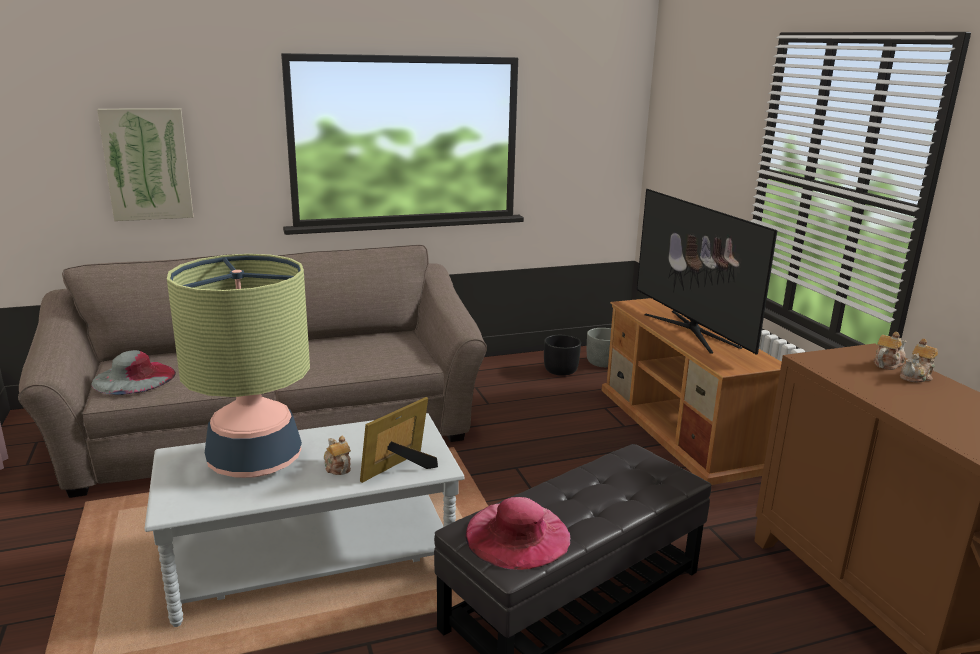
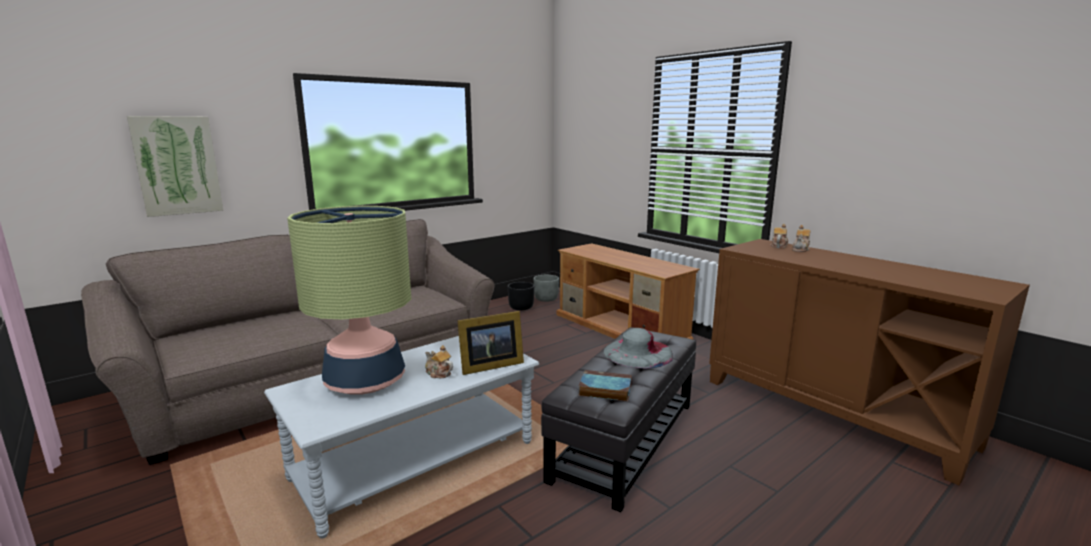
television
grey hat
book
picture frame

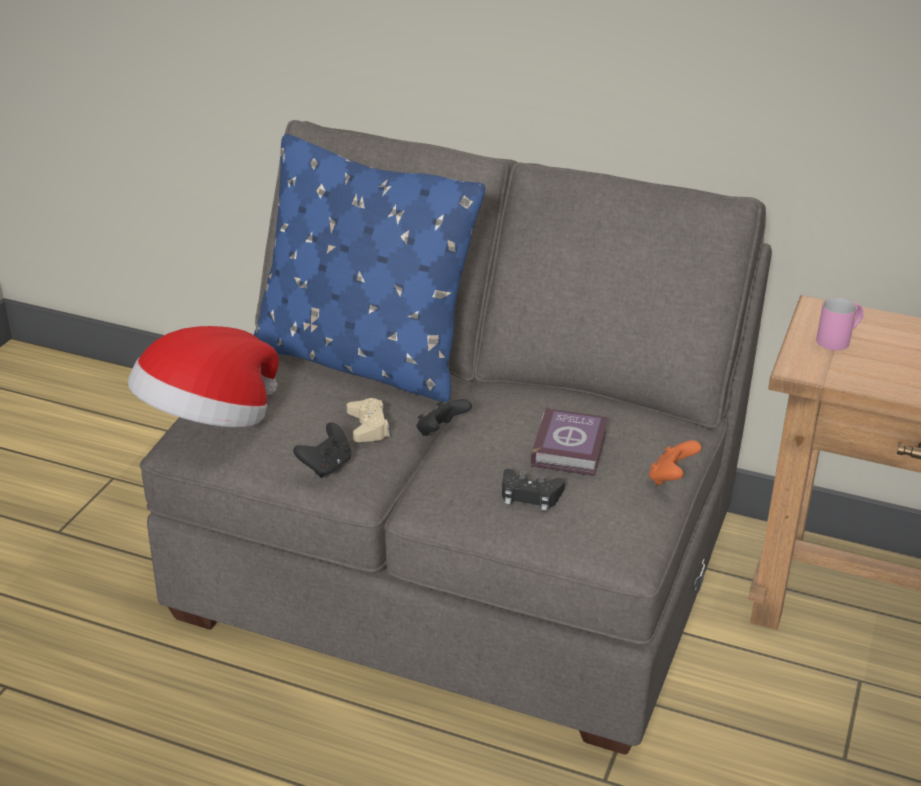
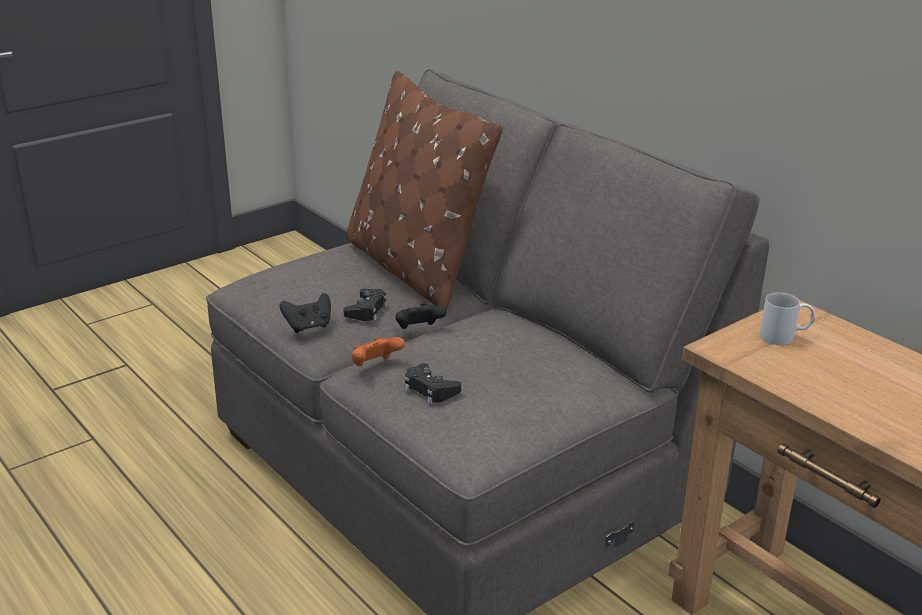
hat
book
orange game controller
brown pillow
black game controller (2nd from left)
white mug

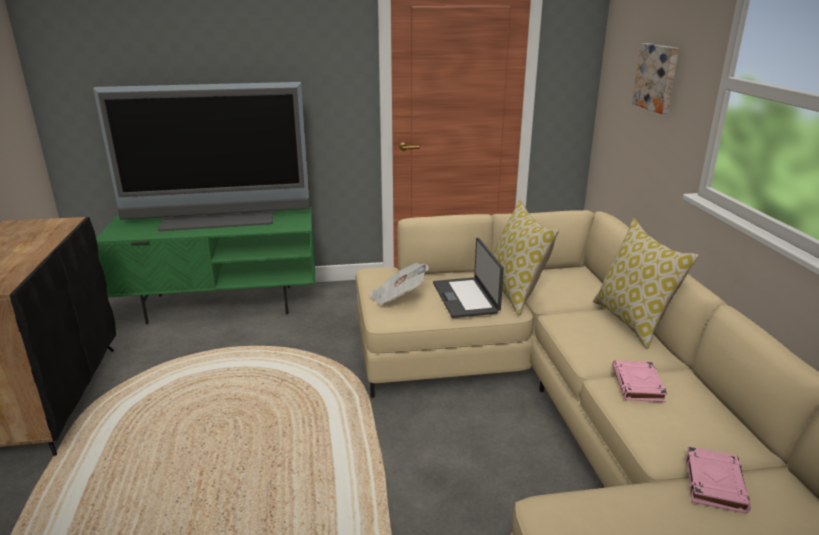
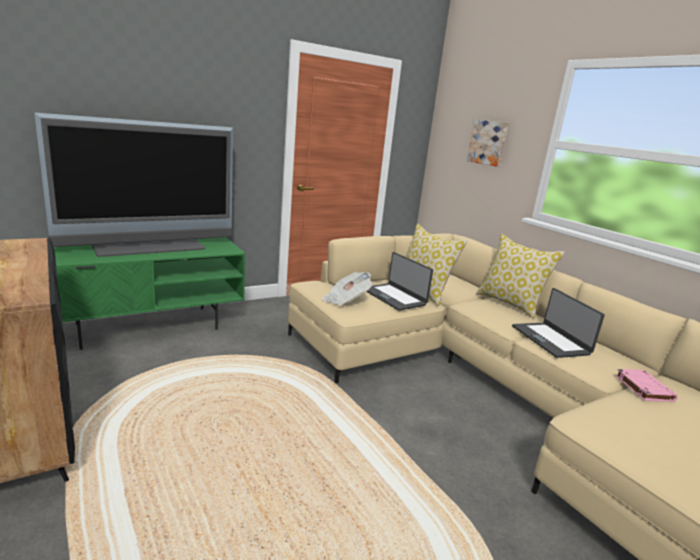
laptop (2nd from left)

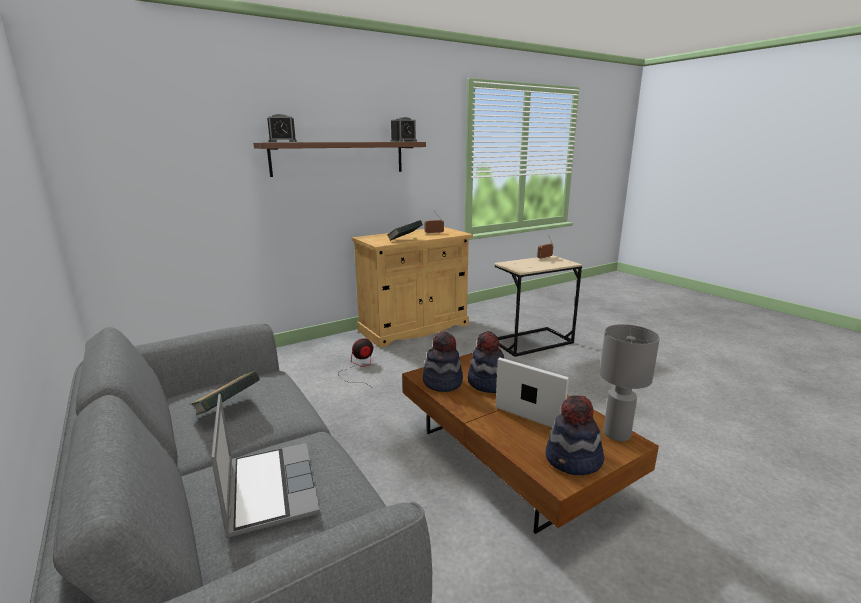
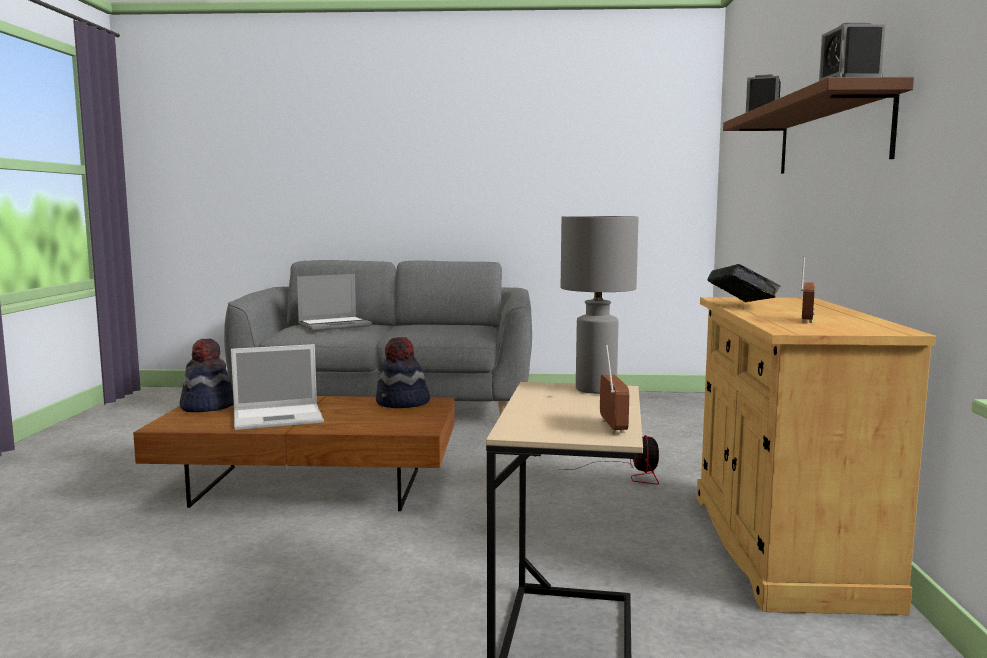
book (1st from left in the first image)
hat (2nd from left in the first image)
grey table lamp
laptop (2nd from left)

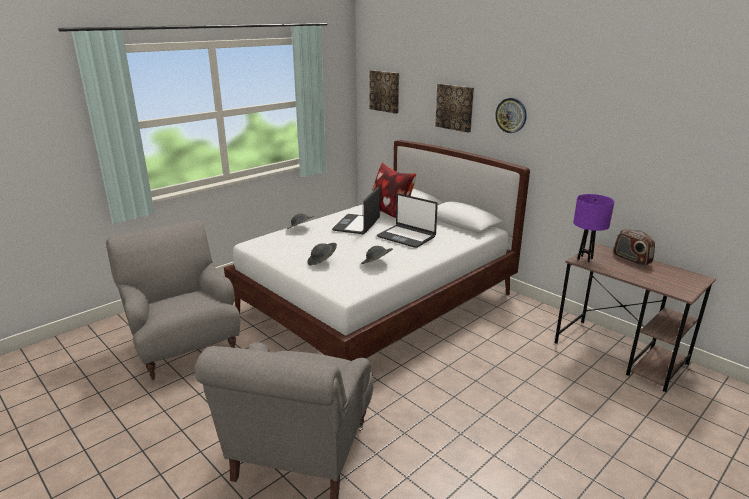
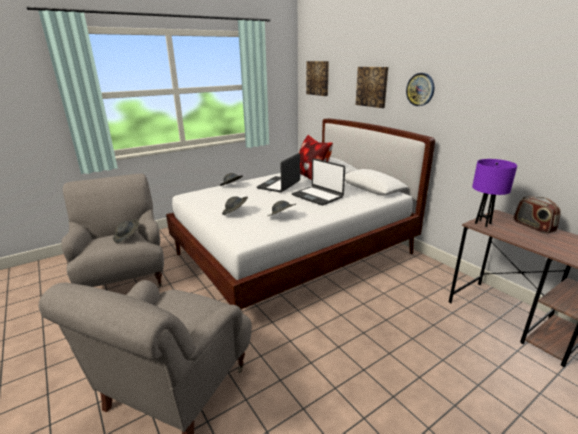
grey hat (1st from left)

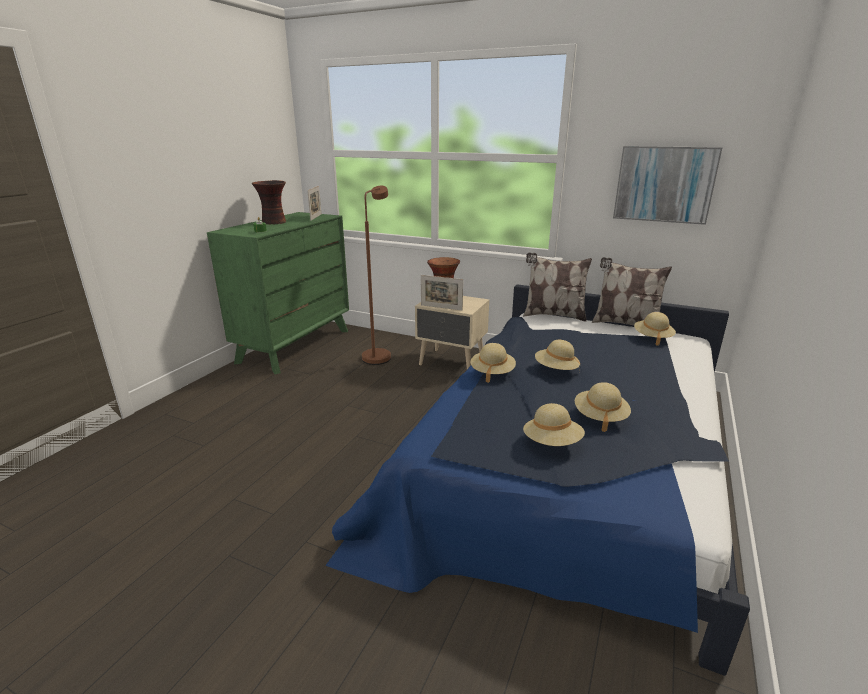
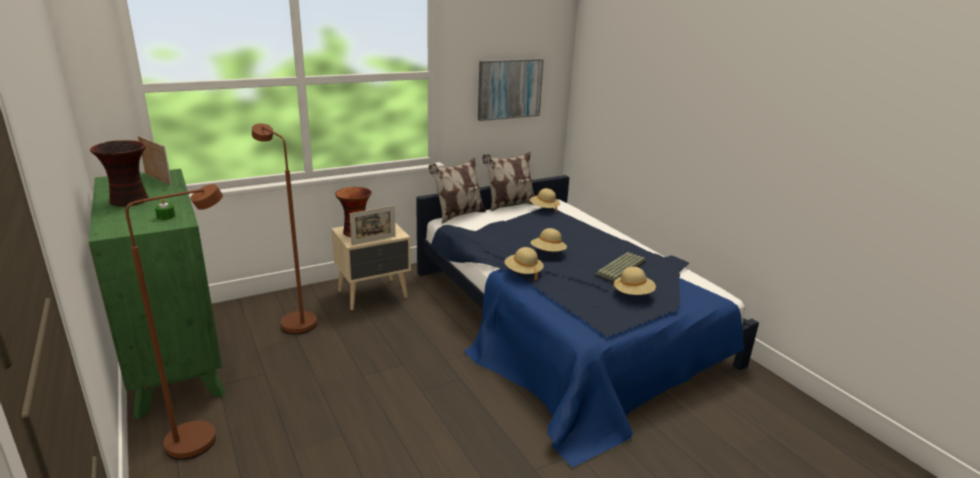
brown floor lamp (1st from left)
keyboard

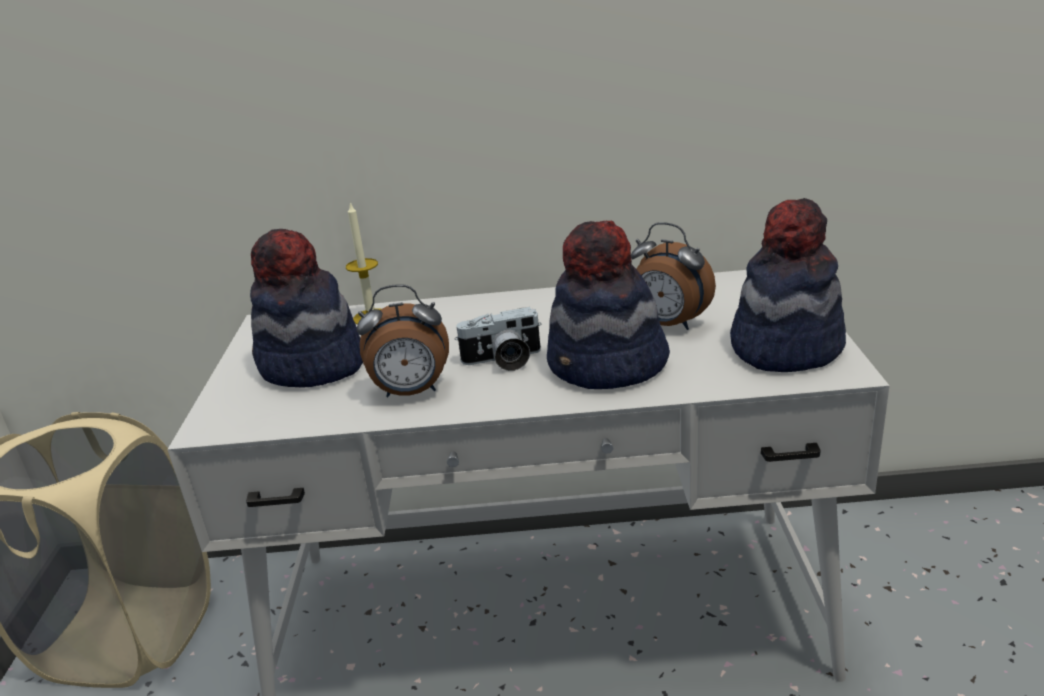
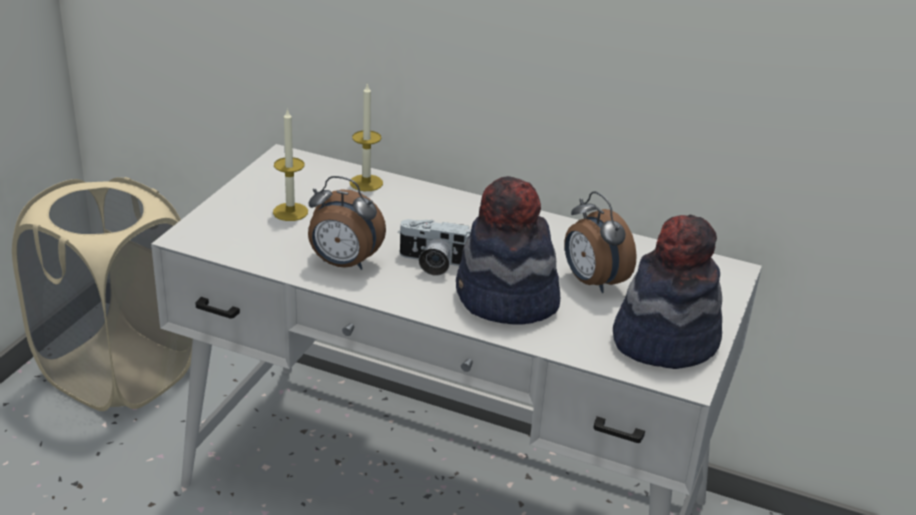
candle (1st from left)

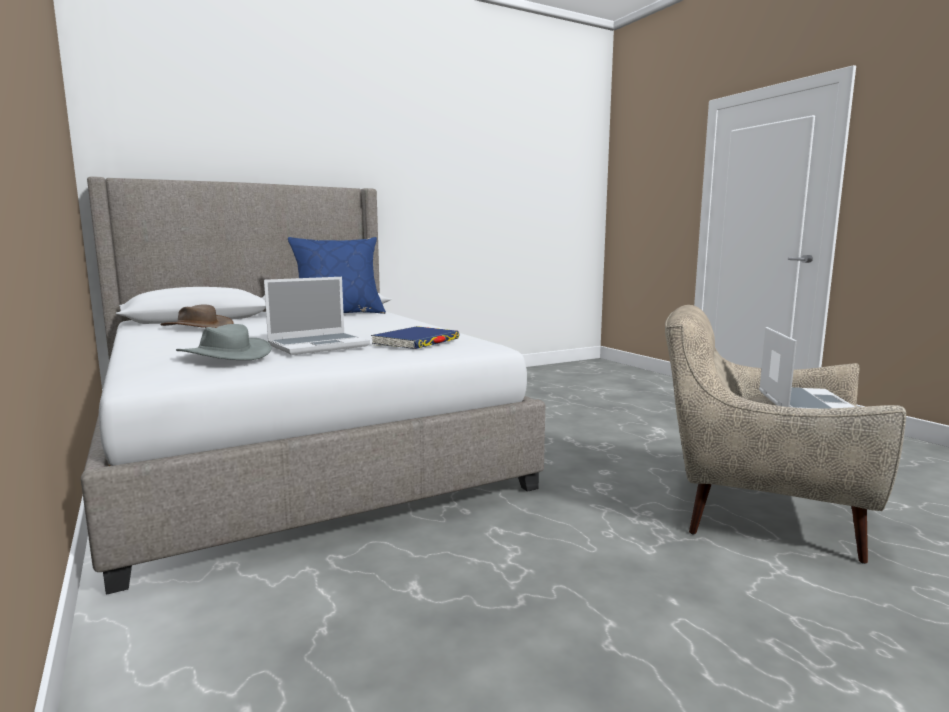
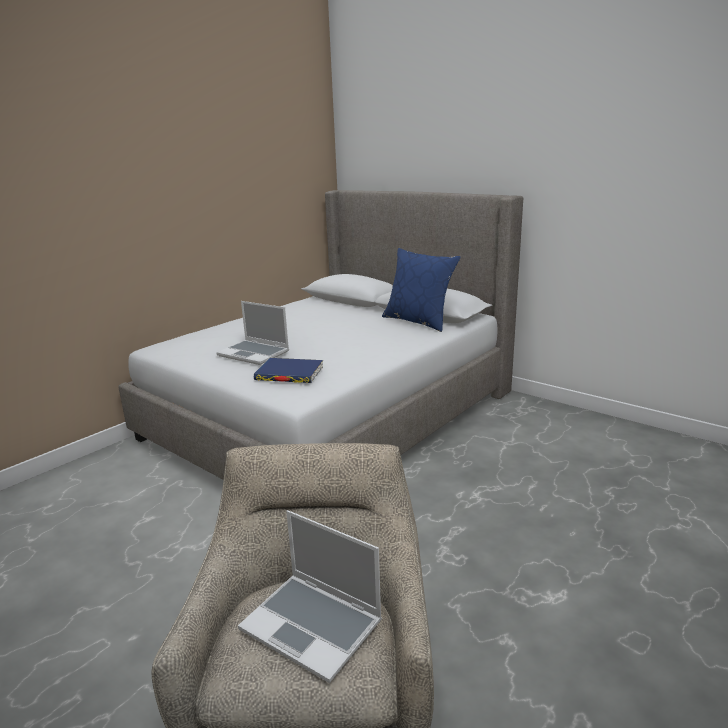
brown hat
grey hat
laptop (2nd from left)

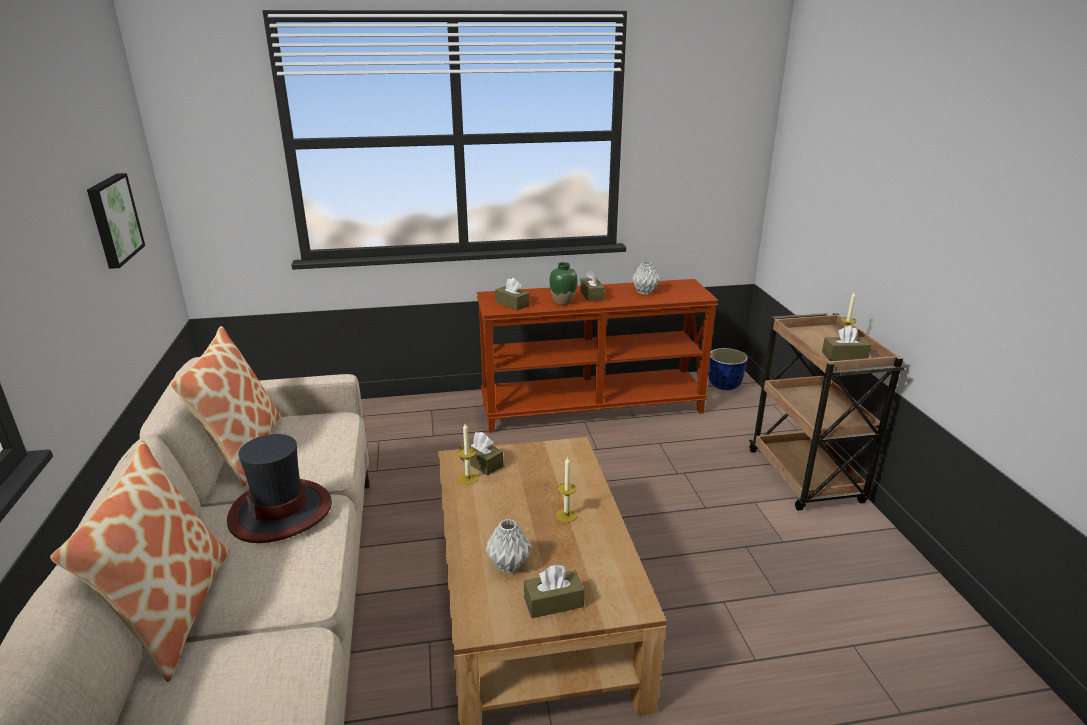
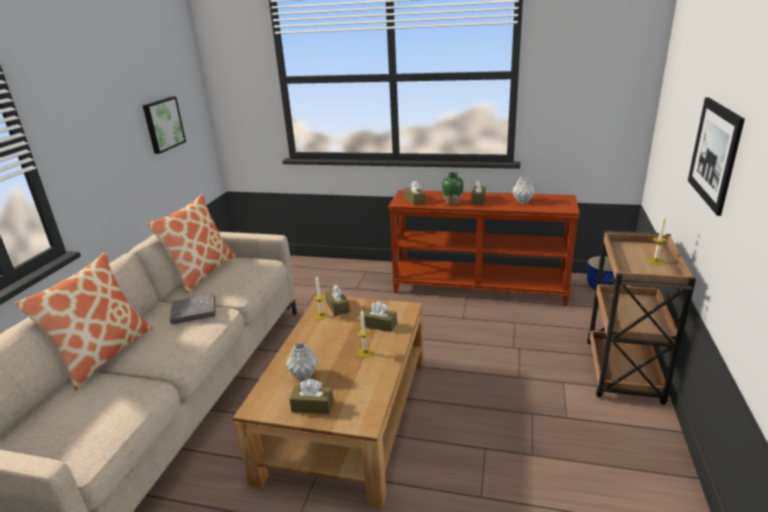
picture (2nd from left)
brown tissue box (3rd from left)
grey book

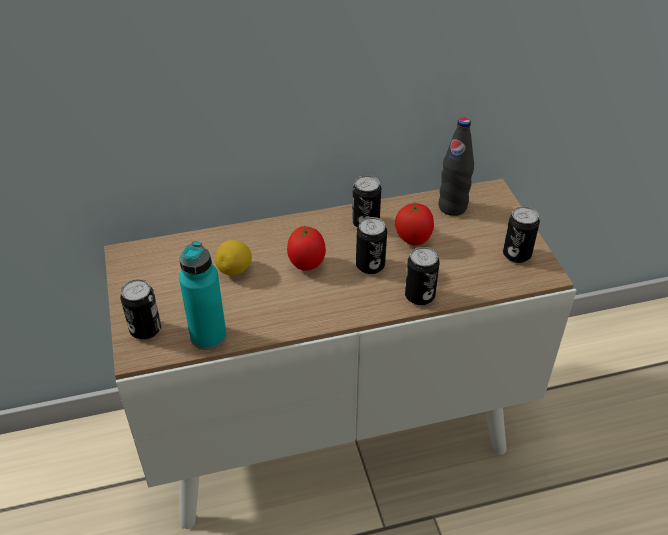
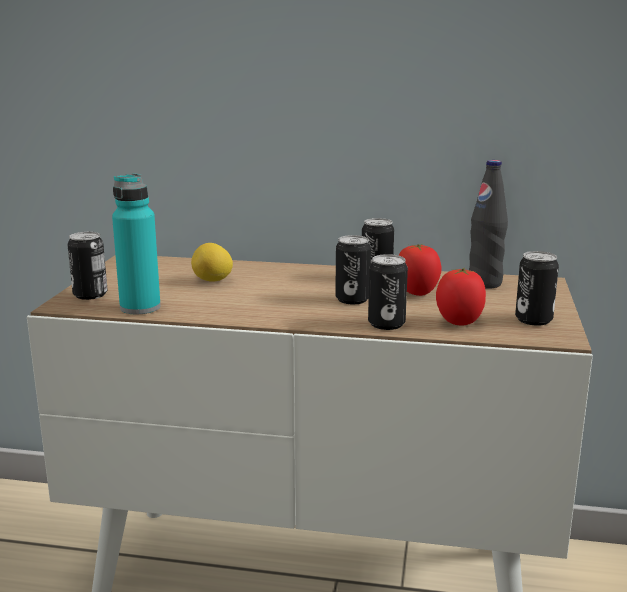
tomato (2nd from left)

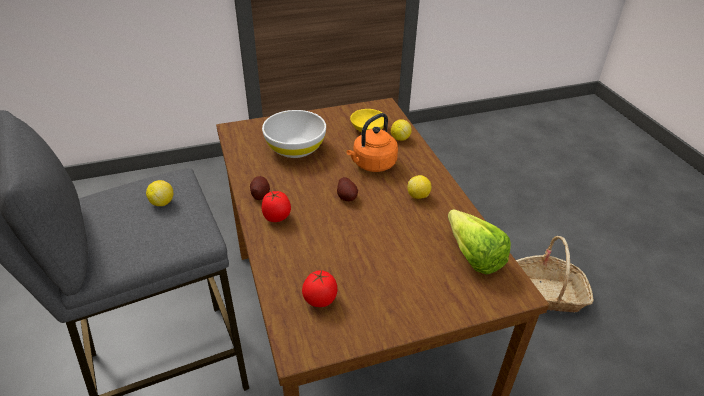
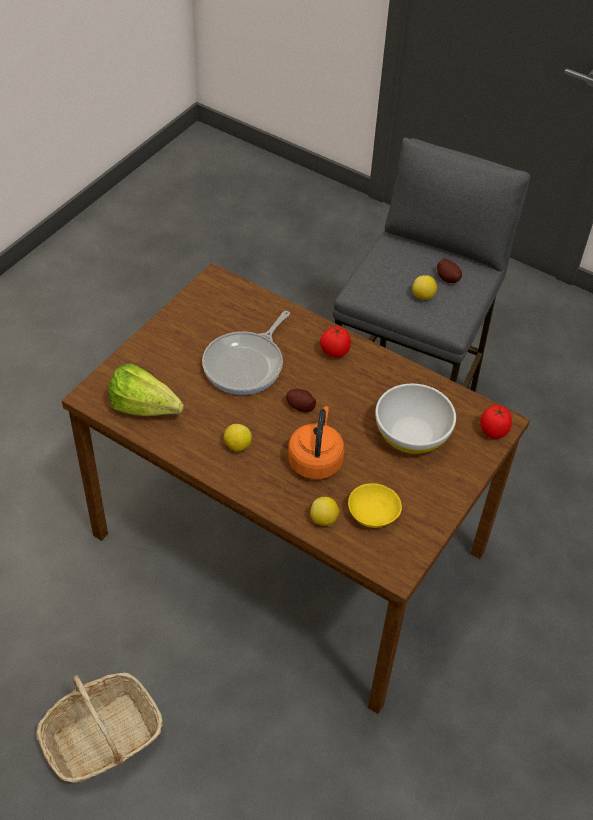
frying pan
potato (2nd from left)
tomato (2nd from left)

